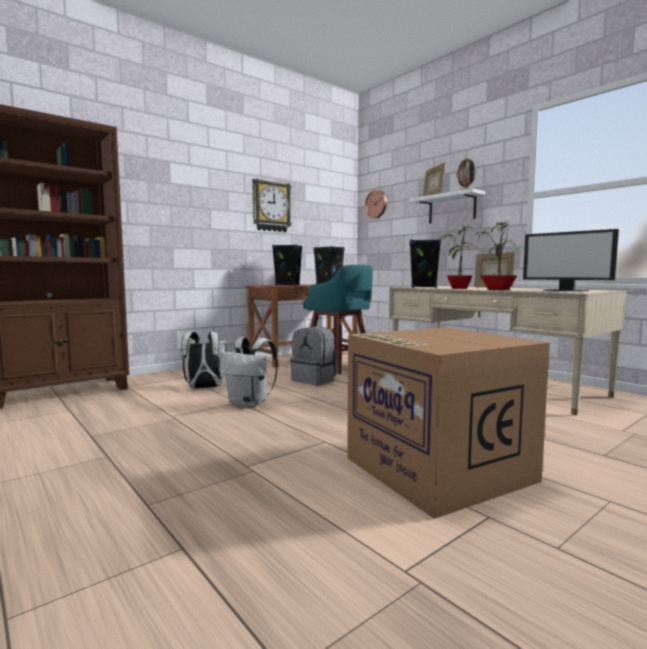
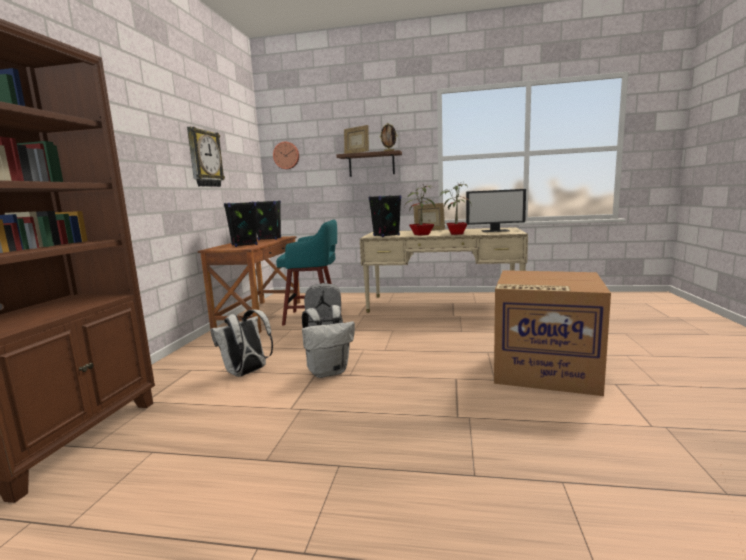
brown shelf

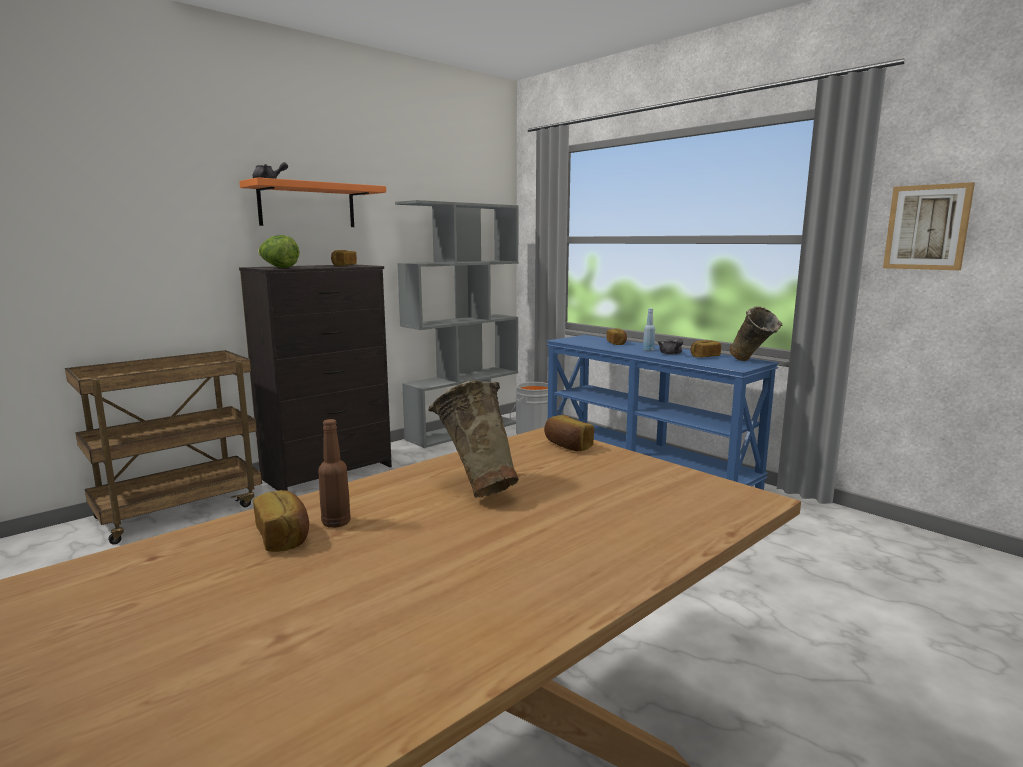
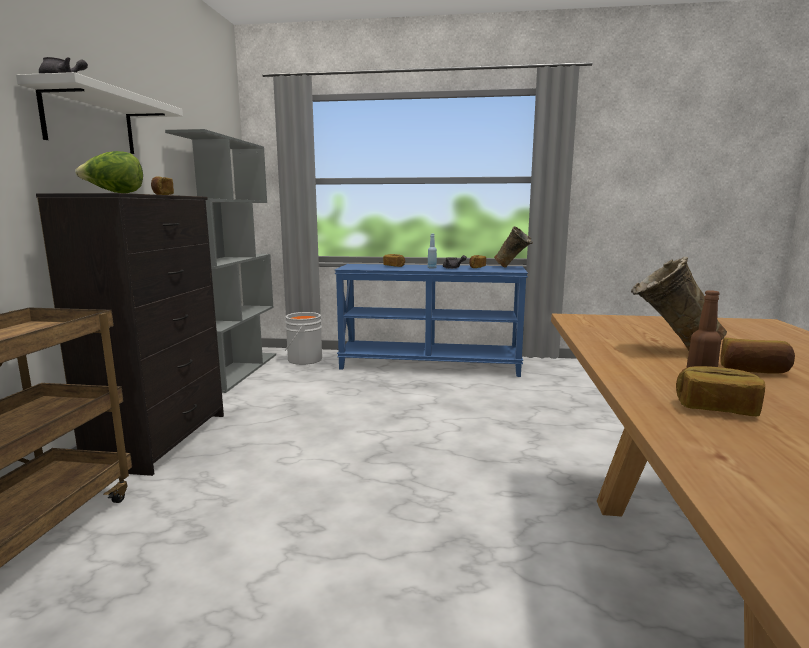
picture
bread (5th from left)
white shelf

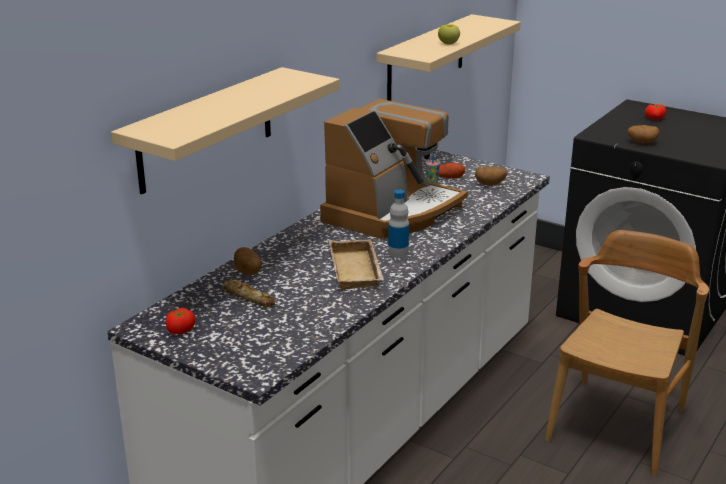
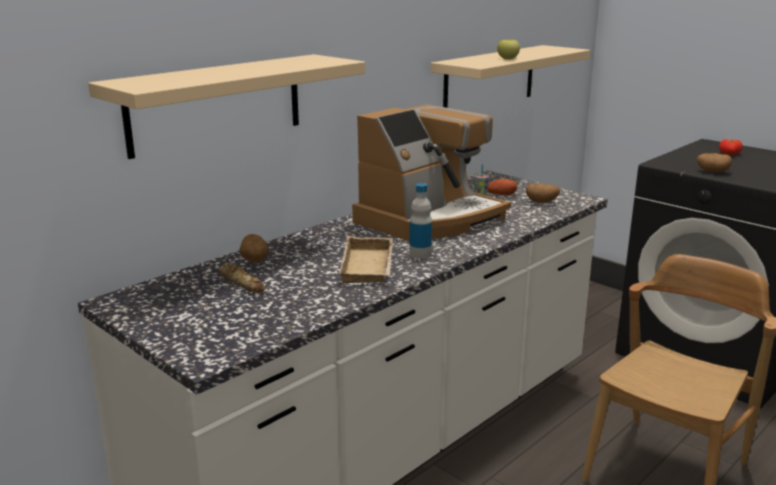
tomato (1st from left in the first image)

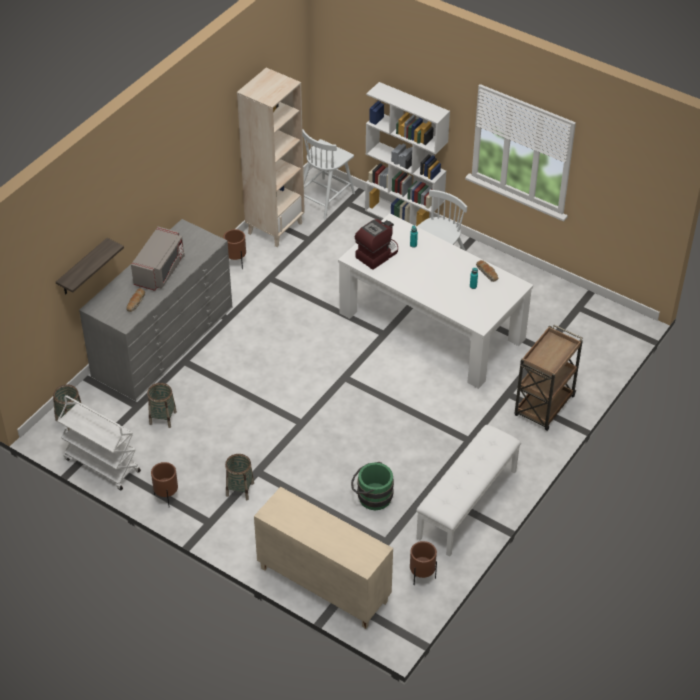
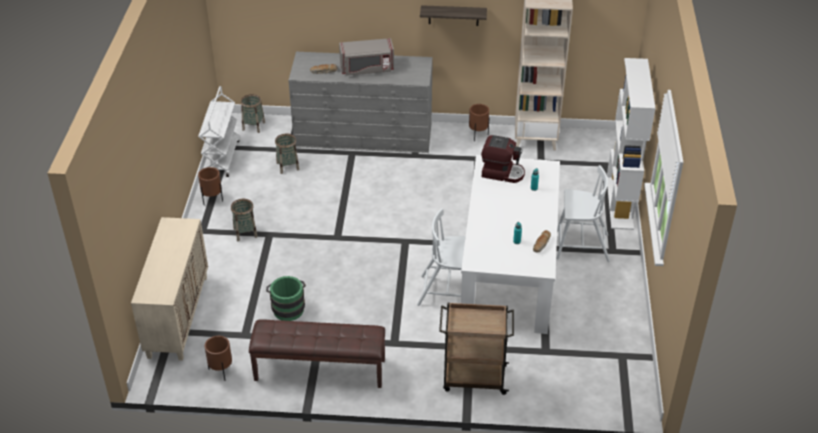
shelf
white chair (1st from left)
brown bench

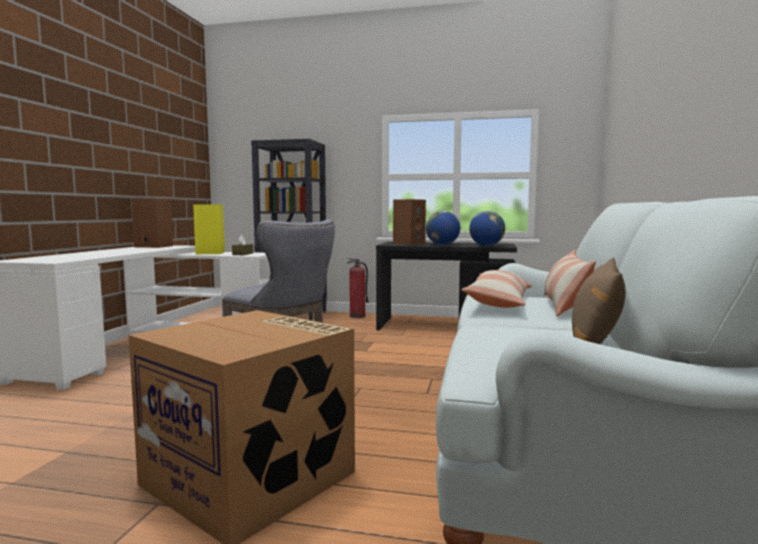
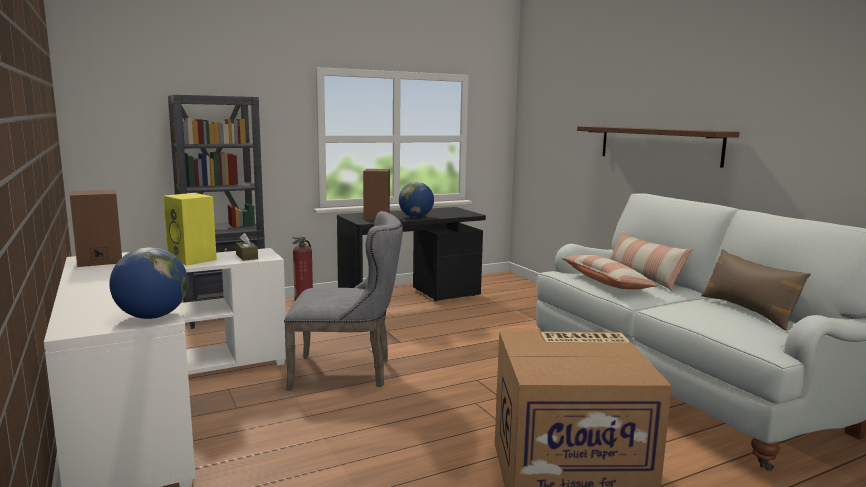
brown shelf
globe (1st from left)

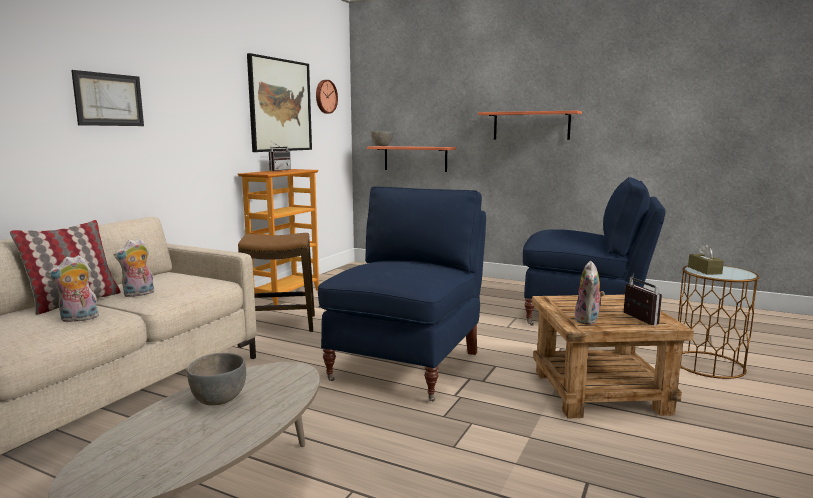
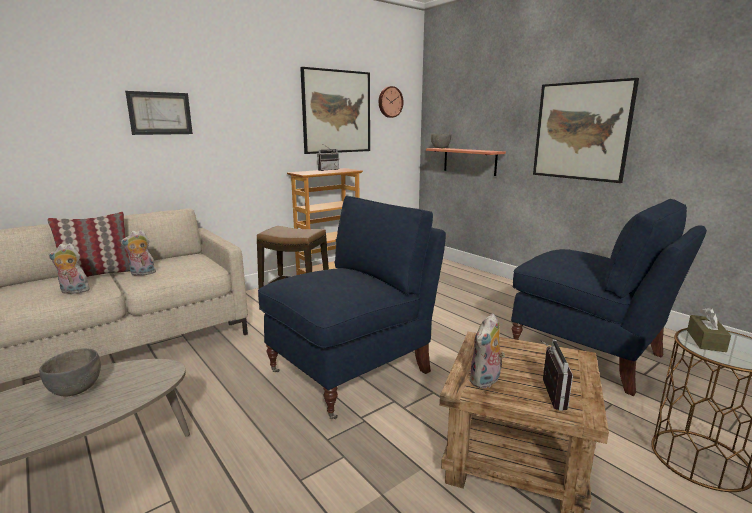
picture (3rd from left)

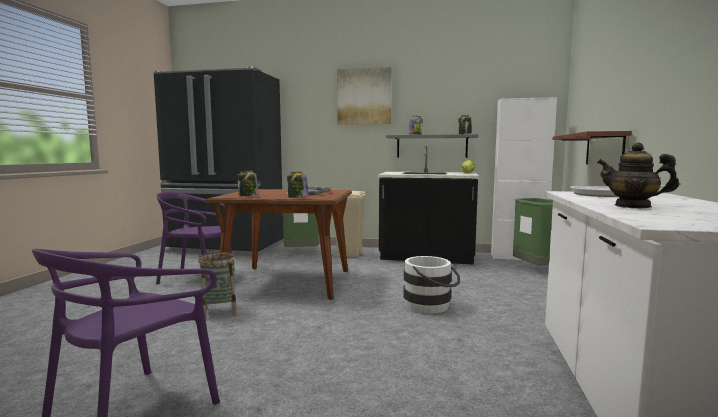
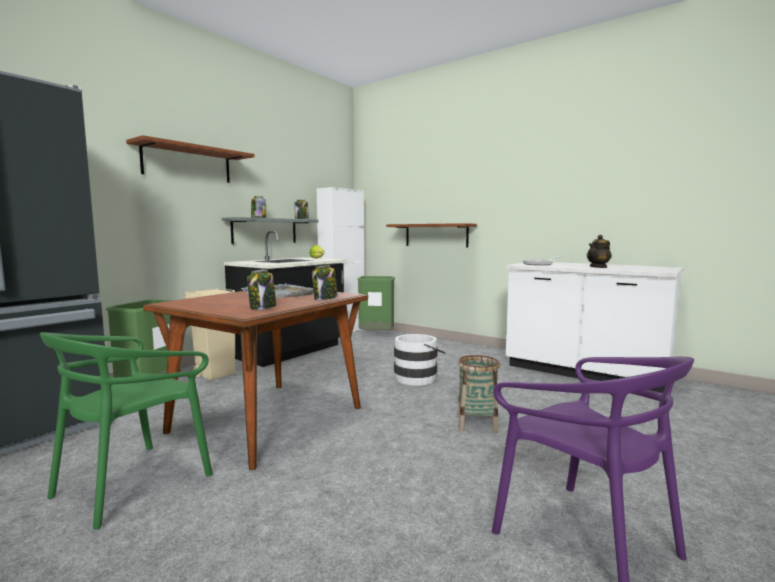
basket
brown shelf (1st from left)
green chair

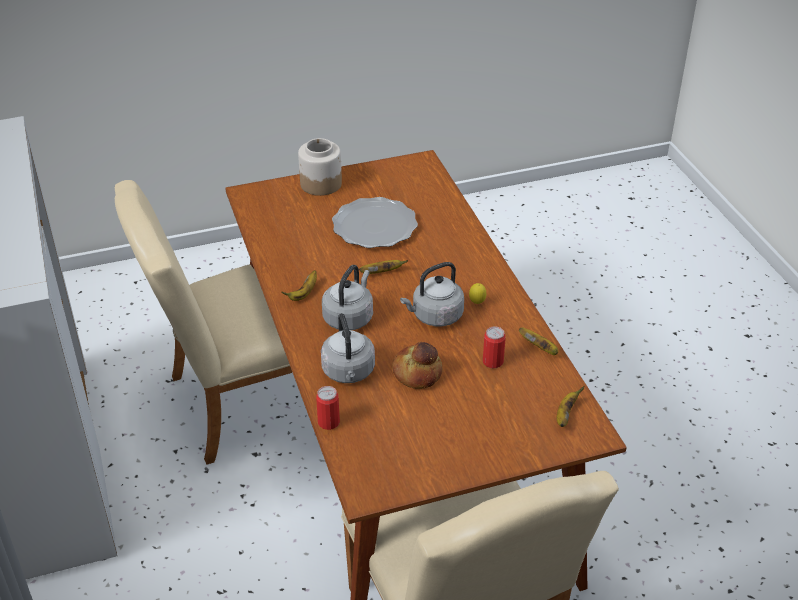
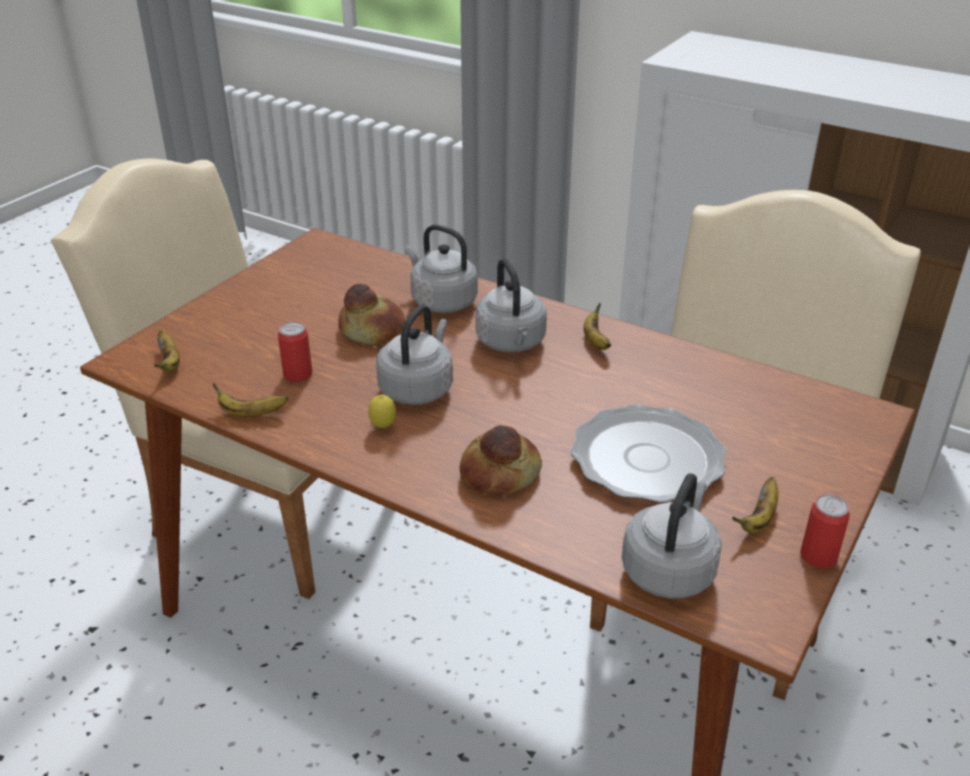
jar
bread (2nd from left)
grey kettle (4th from left)
can (2nd from left)
banana (4th from left)

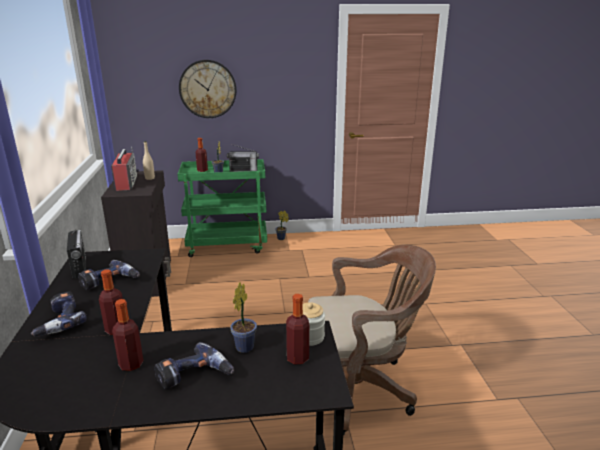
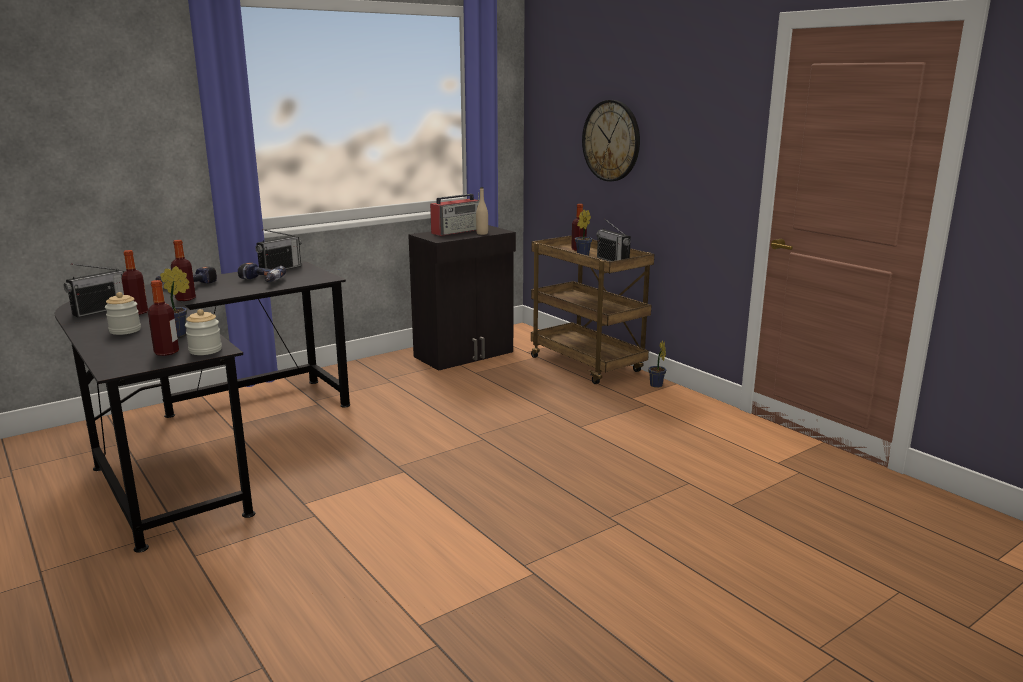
brown office chair
radio (1st from left)
jar (1st from left)
brown cart

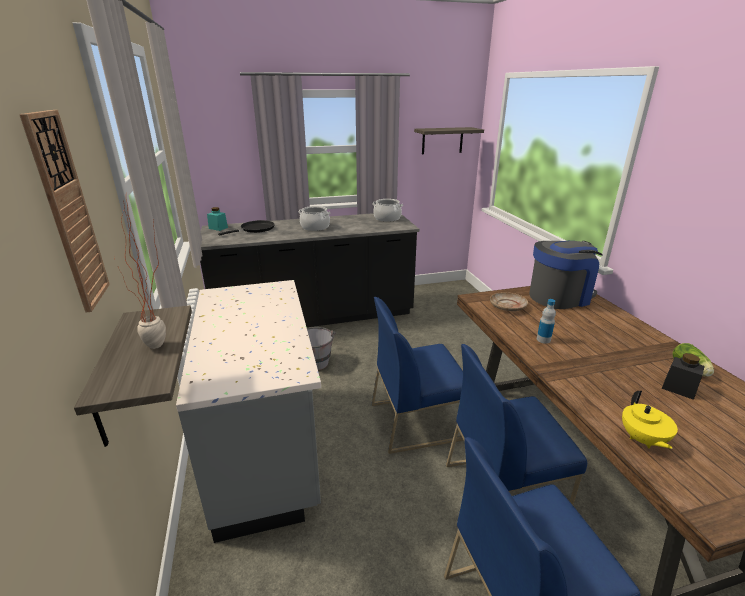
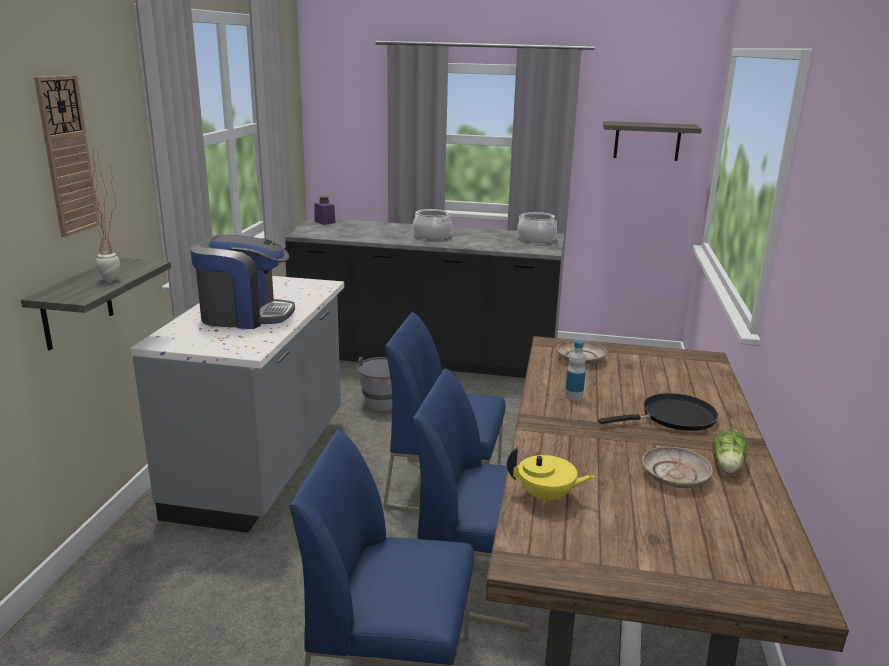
black frying pan
coffee machine
beige plate (2nd from left)
purple jar
yellow teapot

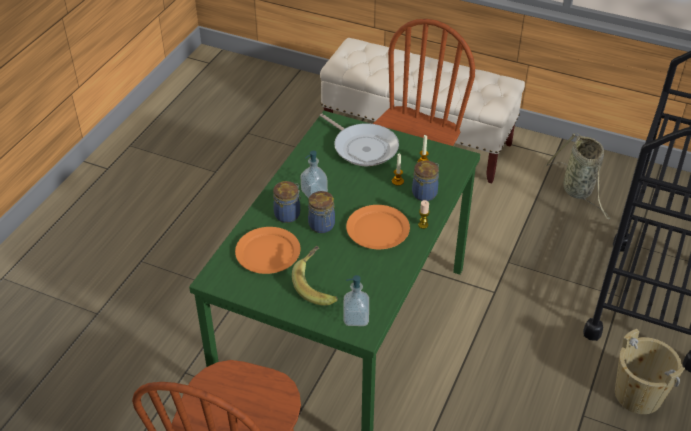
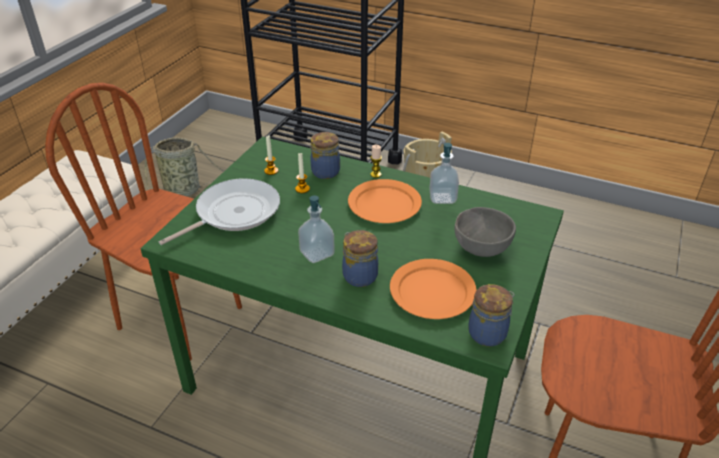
jar (3rd from left)
soap dispenser (2nd from left)
grey bowl

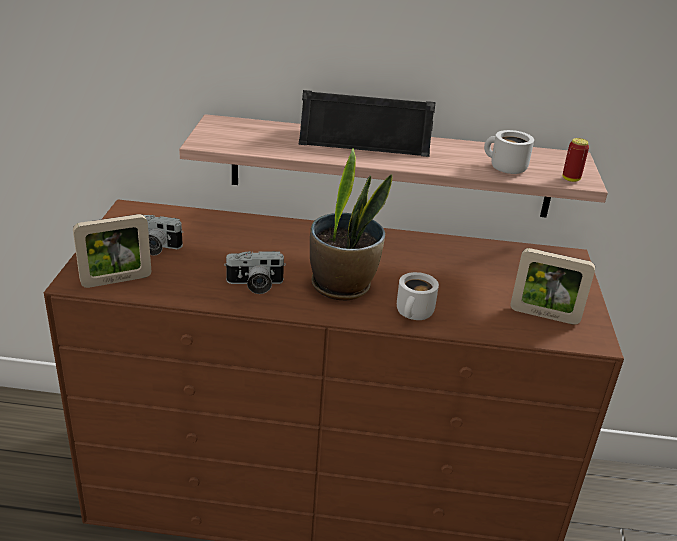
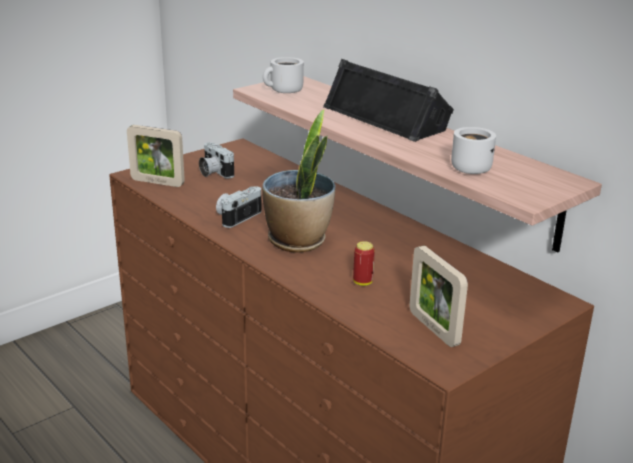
white mug (1st from left)
can
photo camera (2nd from left)

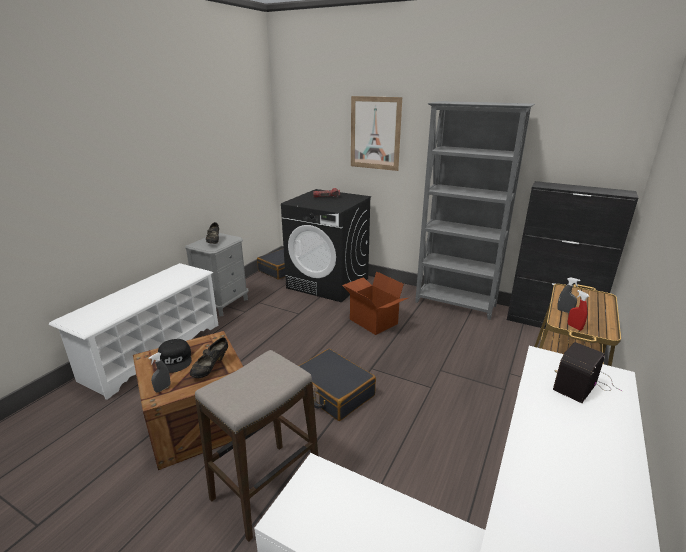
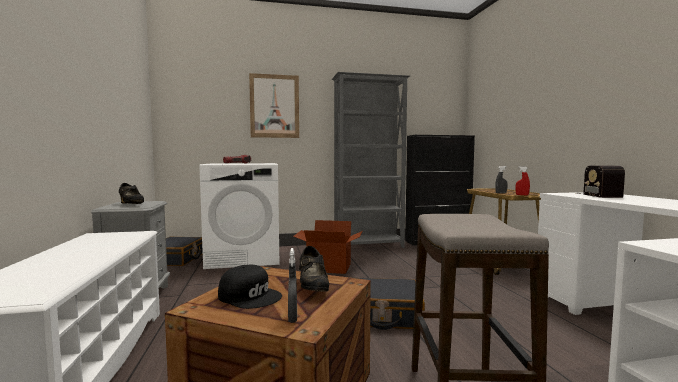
white washing machine

